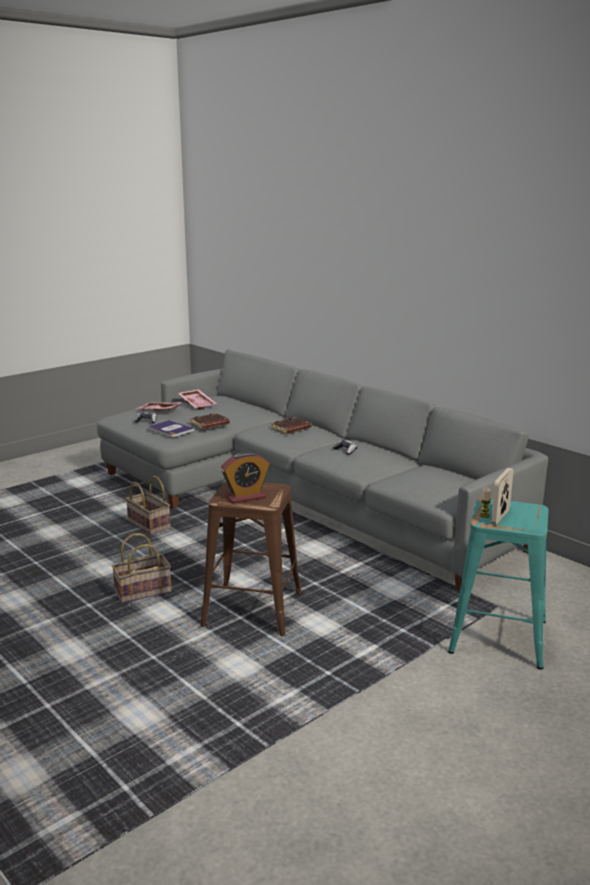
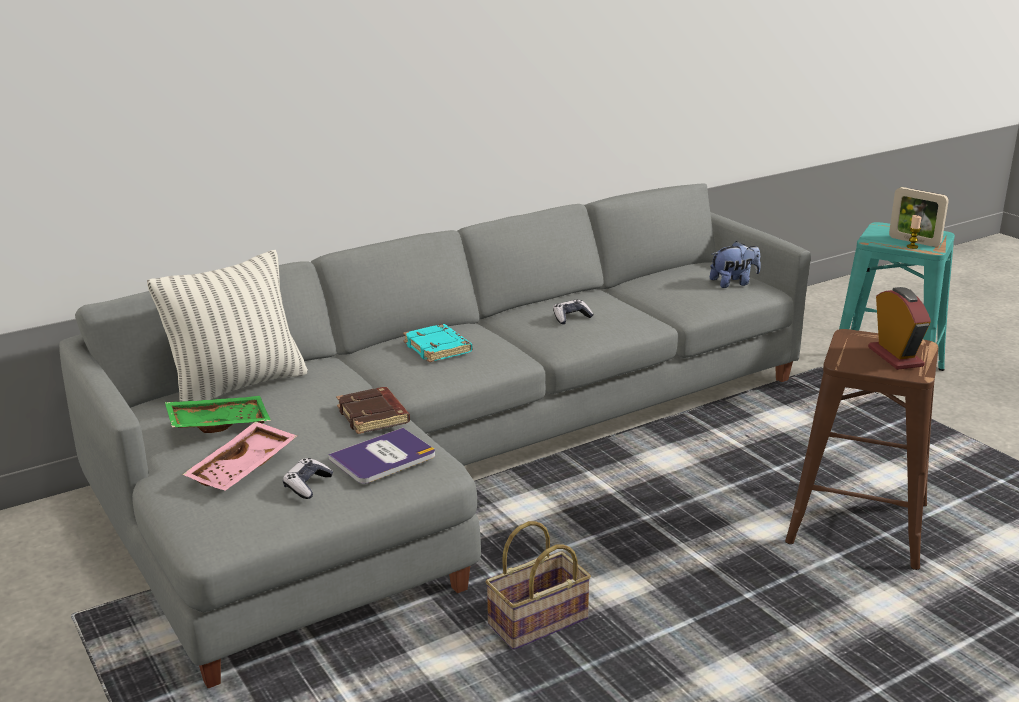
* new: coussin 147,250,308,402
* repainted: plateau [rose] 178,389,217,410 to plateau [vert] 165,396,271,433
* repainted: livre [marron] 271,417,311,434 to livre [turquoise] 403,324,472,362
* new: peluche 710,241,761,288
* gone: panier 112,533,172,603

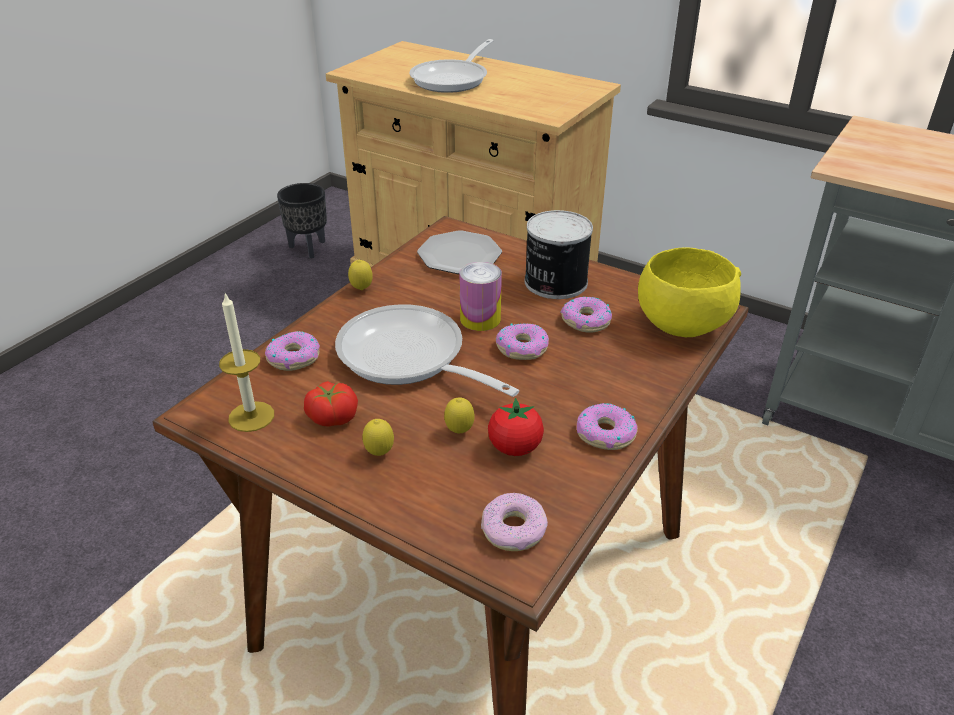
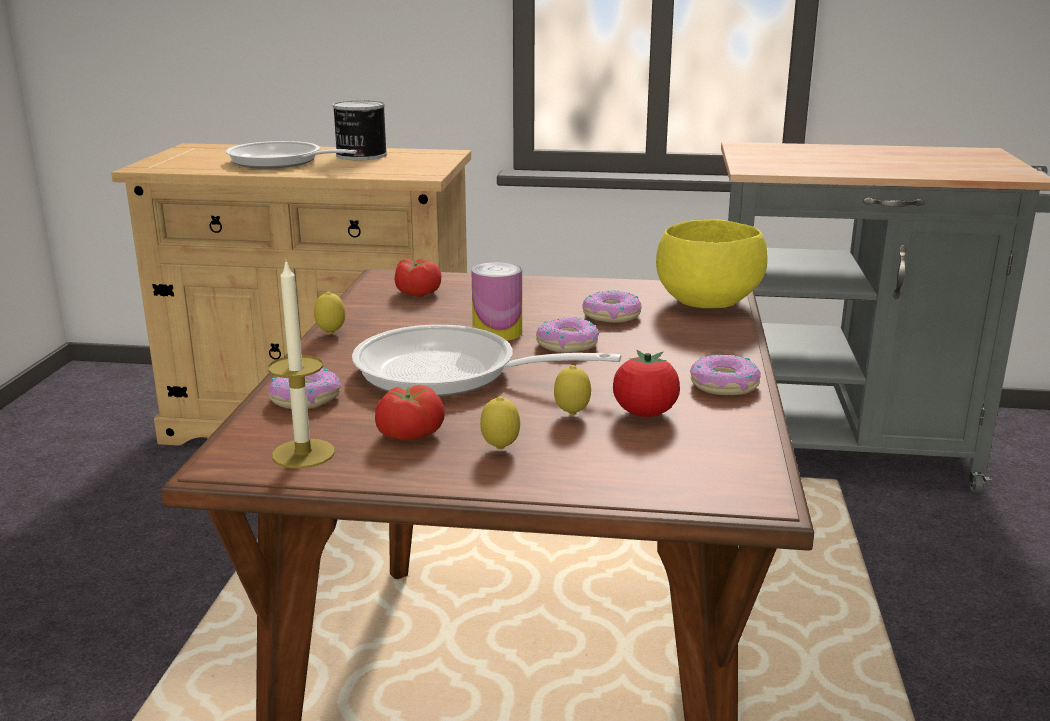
* rotated: poêle 409,39,494,93 = 225,141,357,169 120 degrees clockwise
* shifted: boîte métallique 525,210,593,299 to 333,100,387,160
* swapped: assiette 417,230,502,274 to tomate 395,259,442,297
* gone: cache-pot [noir] 277,183,327,258
* gone: beignet 481,493,548,551

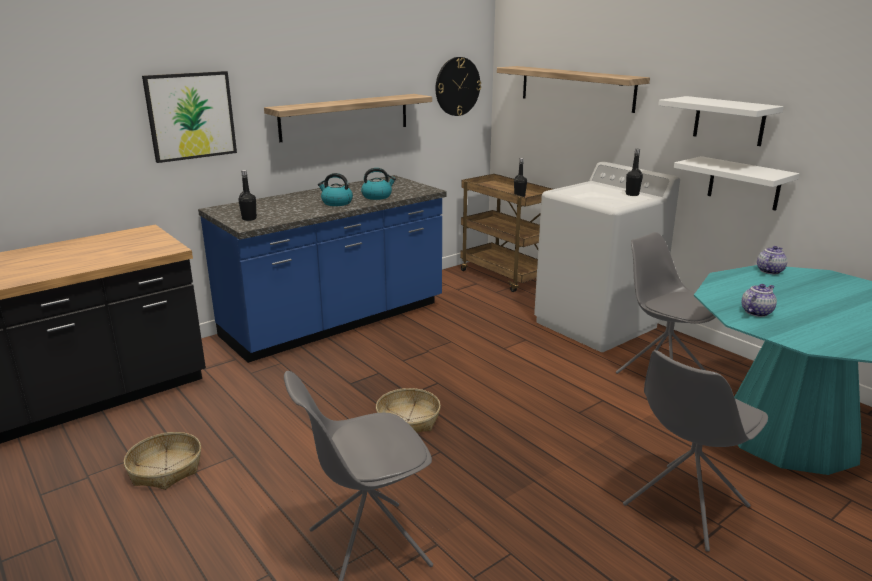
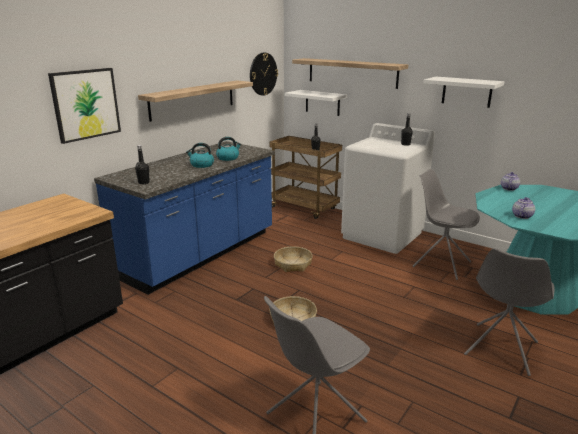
* shifted: panier 124,432,201,490 to 274,246,313,272
* shifted: étagère [blanc] 674,156,799,211 to 285,90,347,116

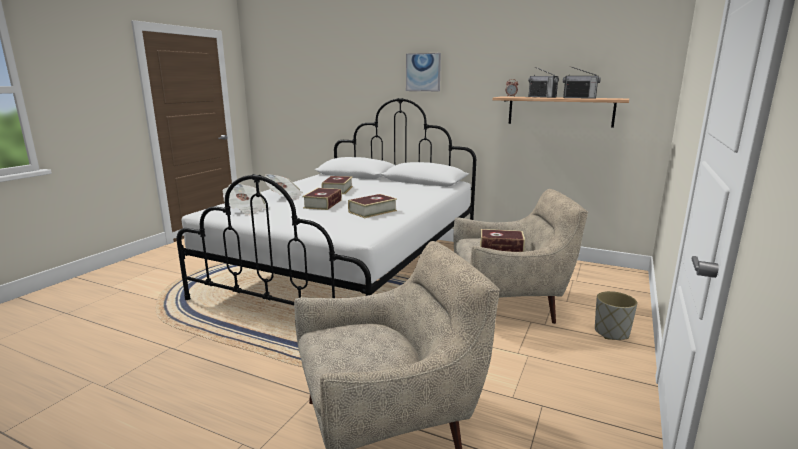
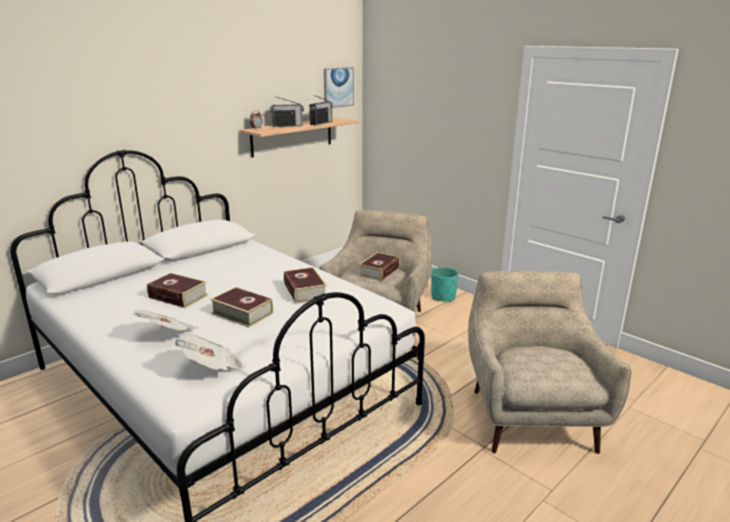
* shifted: tableau 406,53,441,91 to 324,67,354,108
* repainted: cache-pot [gris] 595,291,637,340 to cache-pot [turquoise] 431,267,459,302

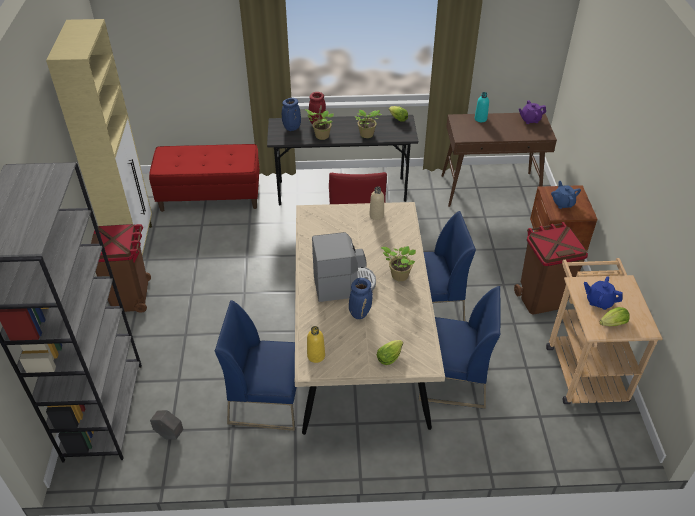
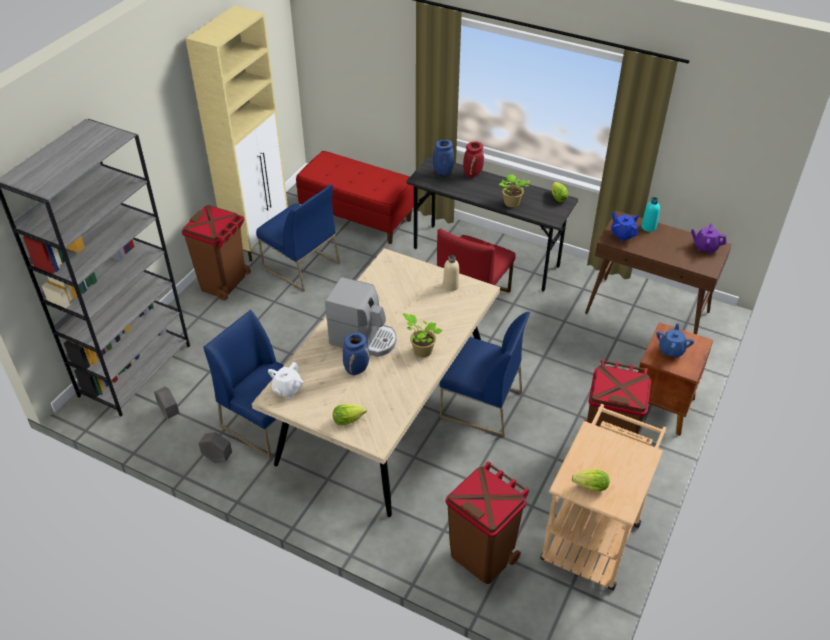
* new: cache-pot [gris] 198,432,232,463
* shifted: chaise [bleu] 418,286,500,409 to 256,184,340,291
* swapped: bouteille [jaune] 307,326,325,363 to théière [blanc] 268,362,303,398
* new: poubelle [marron] 446,462,530,584
* shifted: théière [bleu] 584,276,623,310 to 611,212,638,241
* gone: plante en pot 305,109,334,140

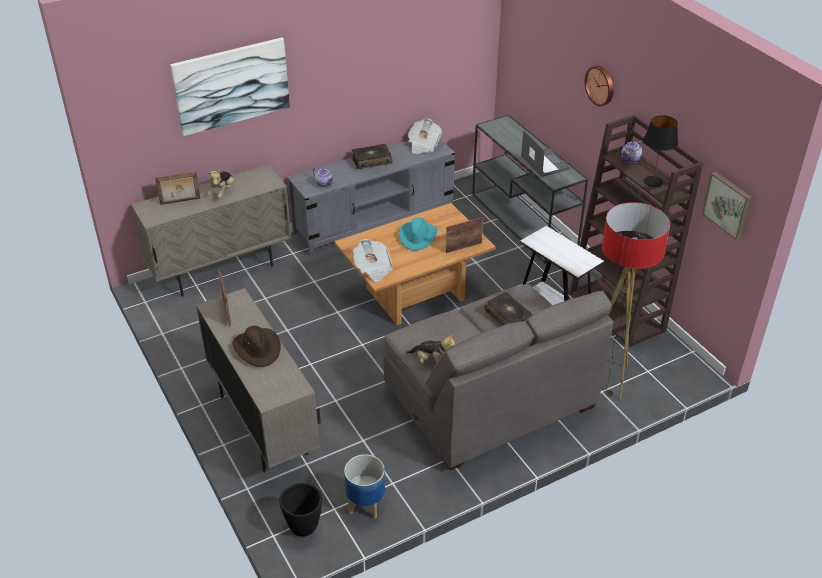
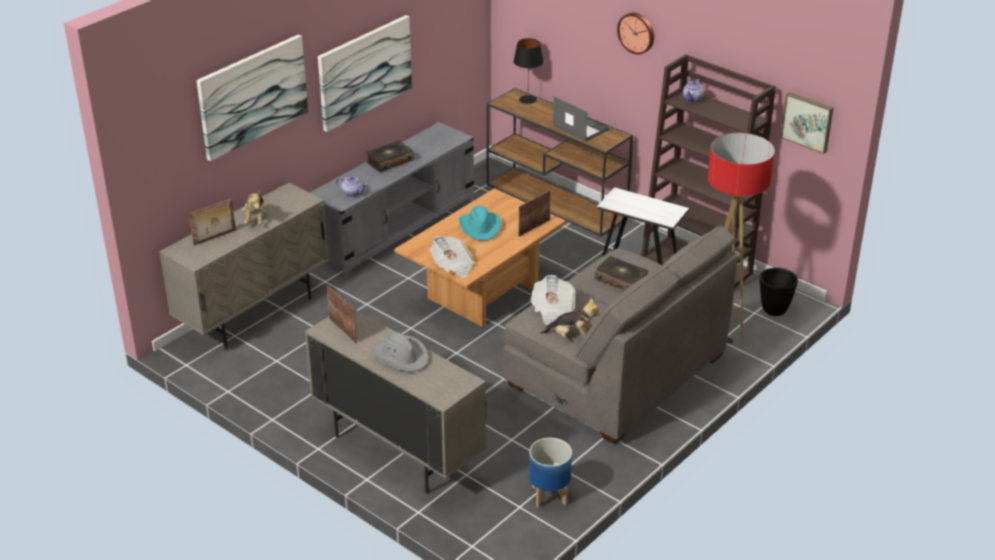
* new: tableau 318,15,412,132
* repainted: chapeau [marron] 232,326,281,367 to chapeau [gris] 372,332,429,372
* repainted: table console [gris] 472,115,588,264 to table console [marron] 486,88,633,237
* shifted: lampe de table [noir] 643,115,678,187 to 513,38,544,104
* shifted: journal 408,118,442,154 to 530,275,576,325
* shifted: cache-pot [noir] 279,483,322,537 to 759,268,798,316

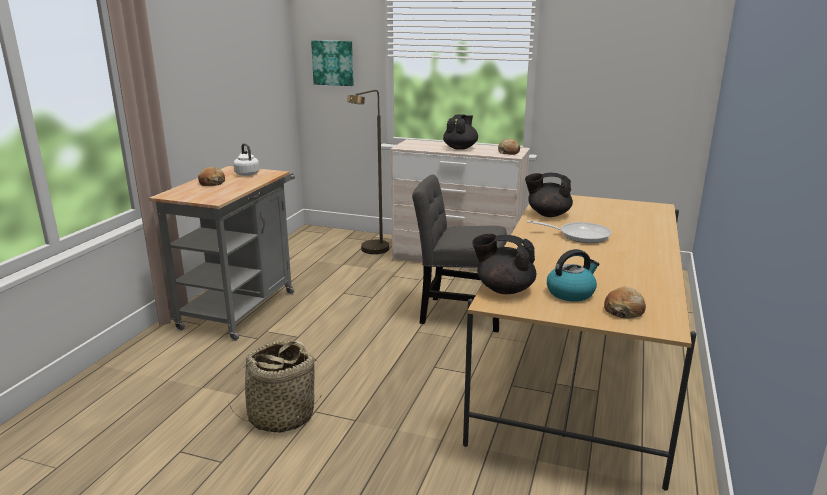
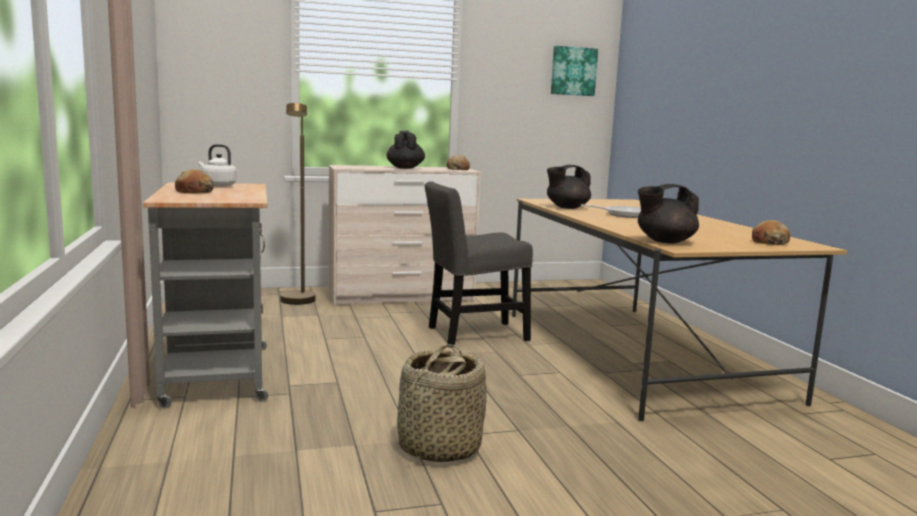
* shifted: tableau 311,40,354,86 to 551,46,598,96
* gone: bouilloire 547,249,599,302

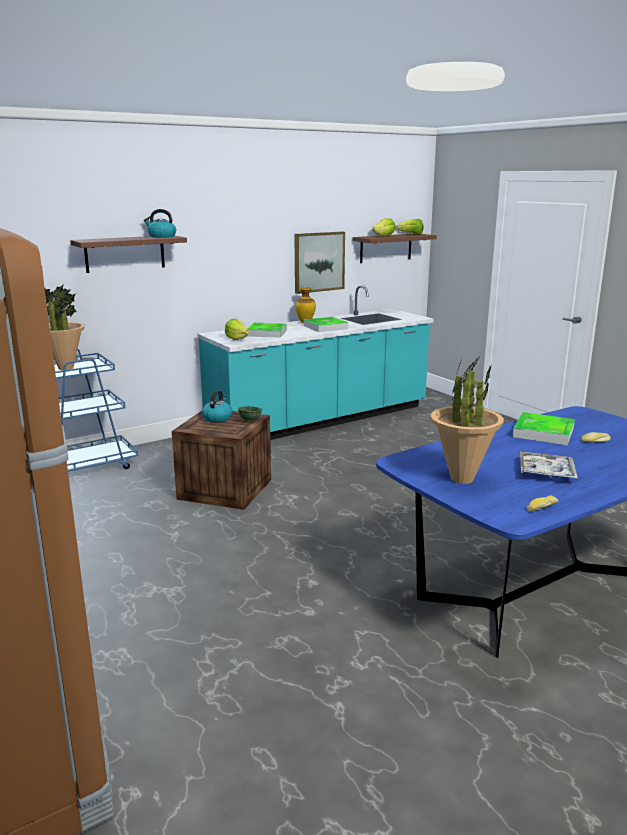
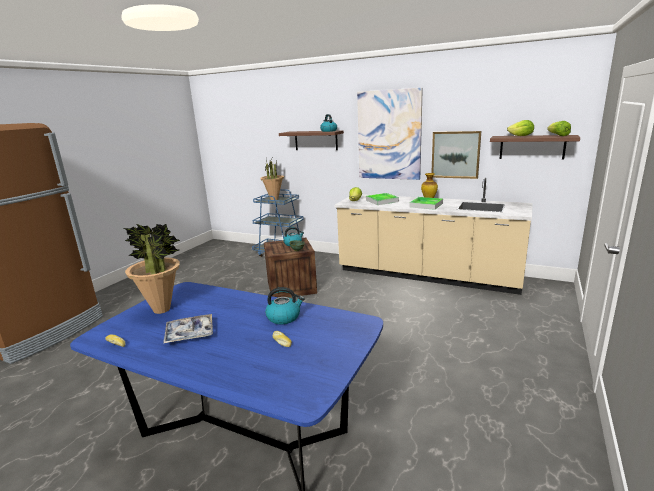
* swapped: plateau 513,412,575,445 to bouilloire 265,287,305,324
* repainted: comptoir de cuisine [turquoise] 197,285,434,440 to comptoir de cuisine [beige] 335,177,533,295
* new: tableau 357,88,423,180

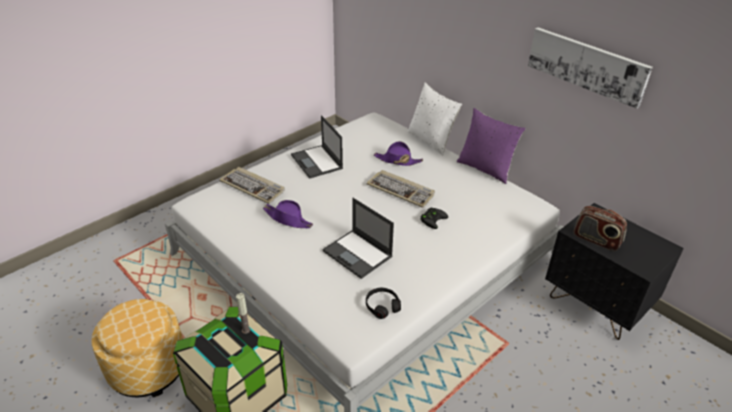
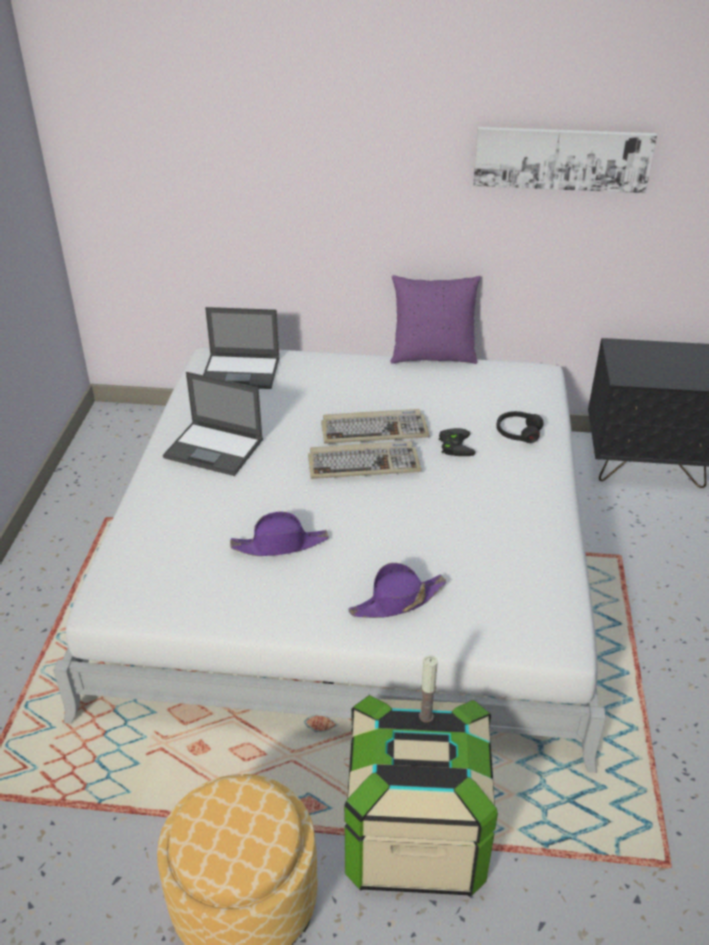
* shifted: ordinateur portable 323,198,394,279 to 203,307,280,389
* shifted: clavier 219,167,285,204 to 308,441,421,479
* shifted: chapeau [violet] 374,141,423,166 to 348,563,446,618
* shifted: casque audio [noir] 366,288,401,319 to 496,411,544,443
* gone: coussin [blanc] 408,82,462,155
* gone: radio 573,206,627,251

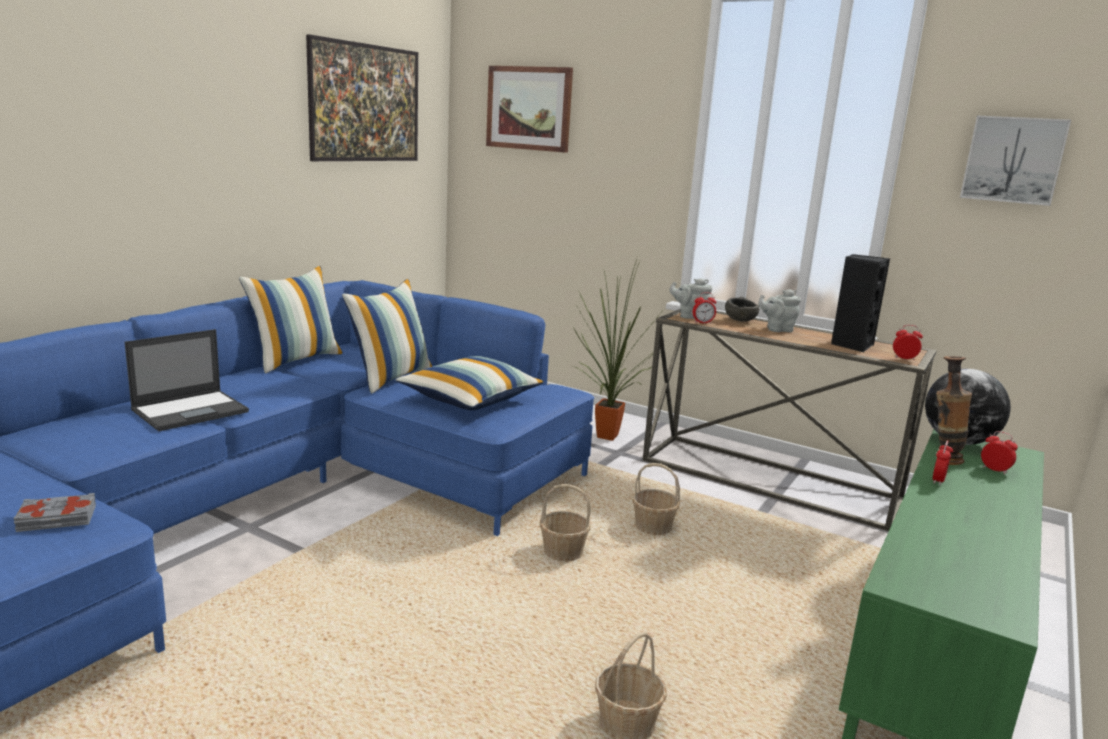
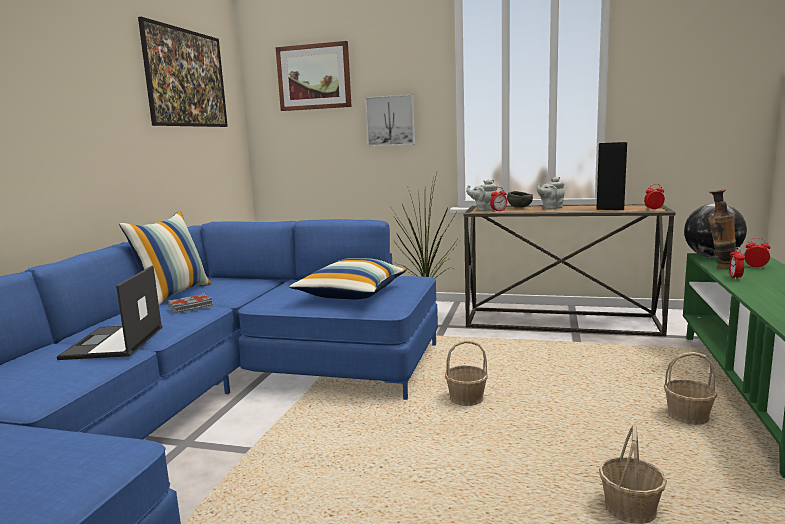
* rotated: ordinateur portable 125,329,249,431 = 57,265,162,360 150 degrees clockwise
* shifted: livre [gris] 14,493,96,532 to 168,293,213,314
* shifted: tableau 960,116,1071,206 to 365,94,415,146
* shifted: panier 632,463,680,535 to 664,352,717,425
* gone: coussin 342,279,432,394

